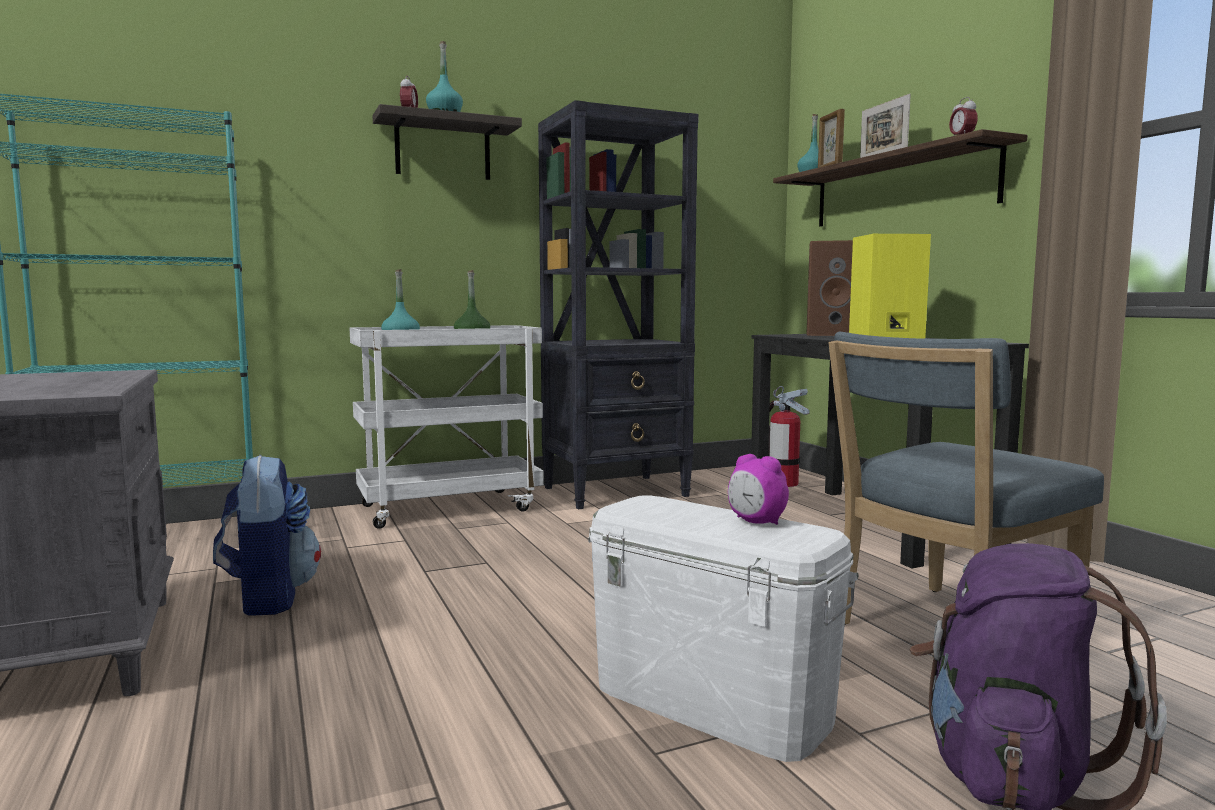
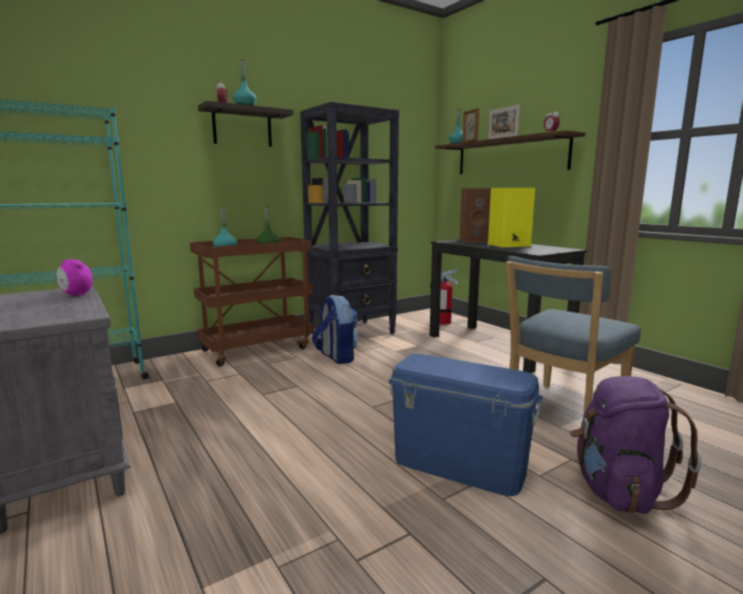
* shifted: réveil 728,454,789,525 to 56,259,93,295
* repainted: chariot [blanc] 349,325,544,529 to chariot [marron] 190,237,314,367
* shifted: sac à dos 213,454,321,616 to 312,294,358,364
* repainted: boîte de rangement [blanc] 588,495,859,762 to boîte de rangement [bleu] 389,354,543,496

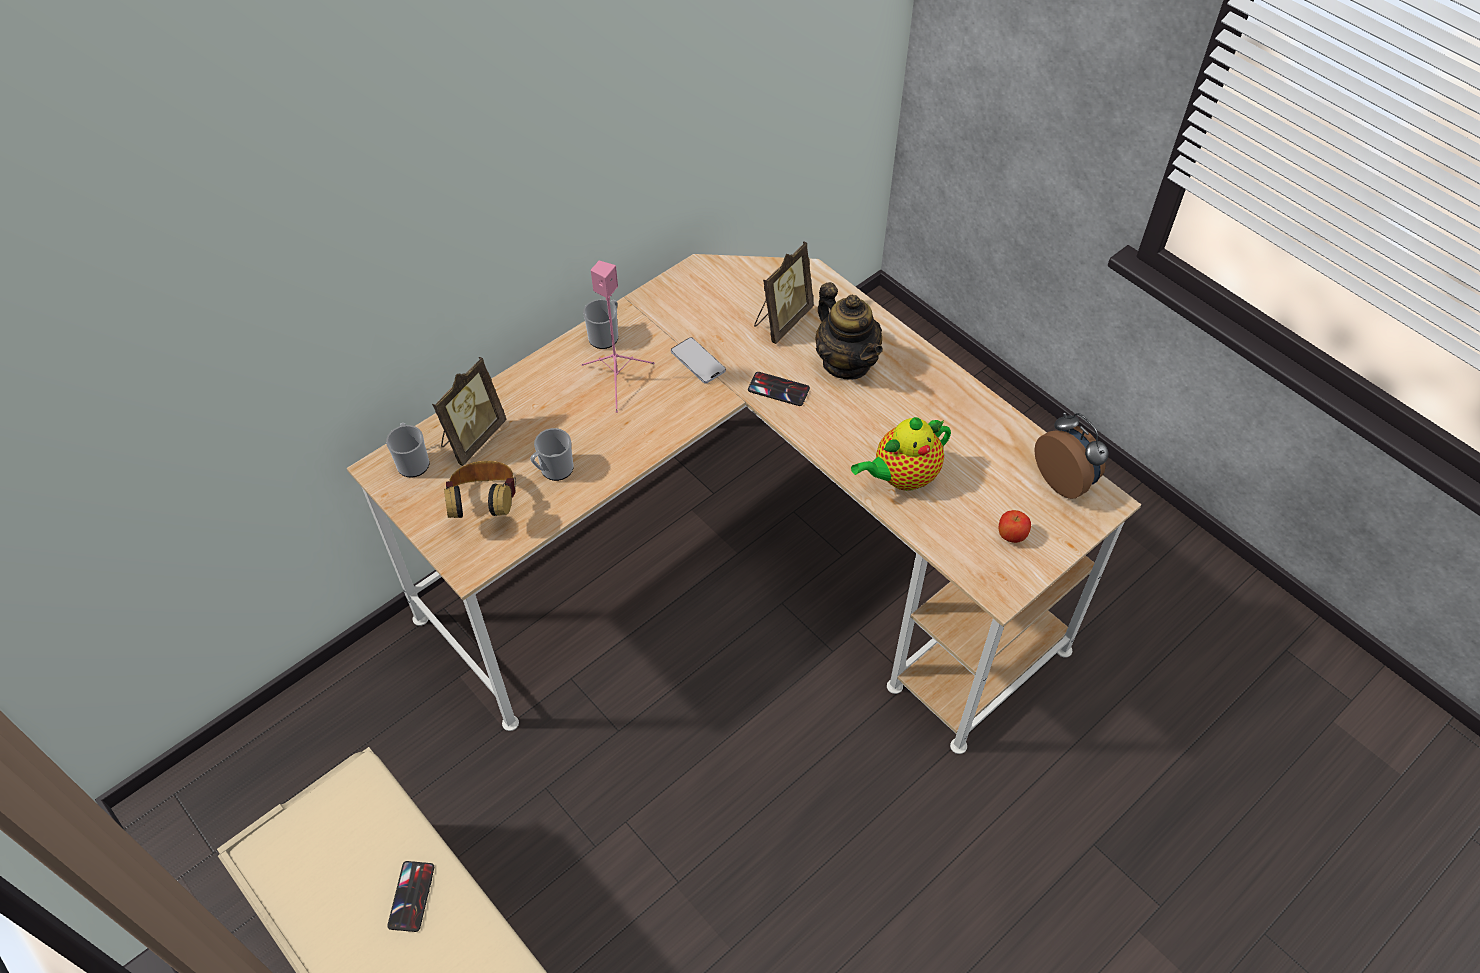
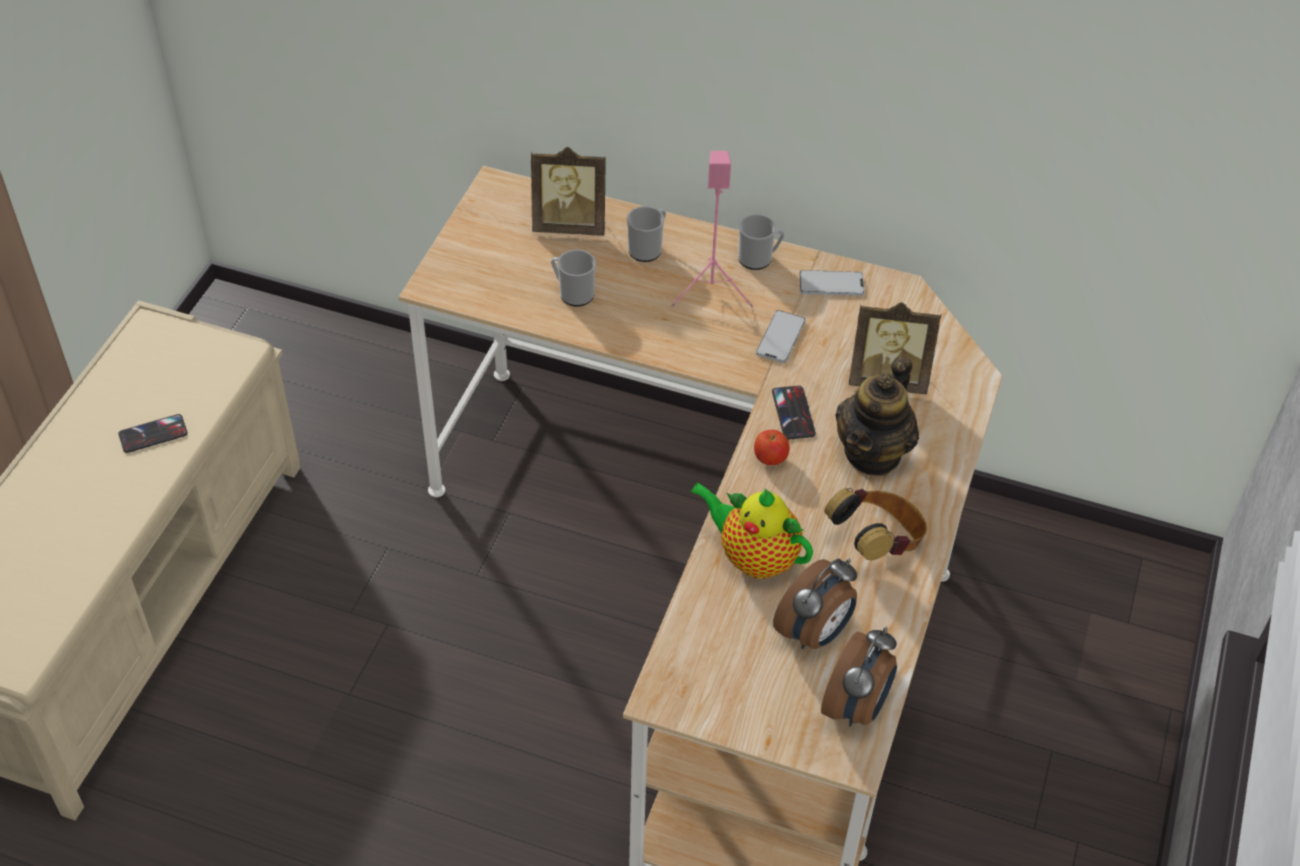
* shifted: mug 386,423,429,478 to 627,206,666,262
* shifted: pomme 999,510,1031,543 to 754,430,790,465
* new: réveil 773,558,857,649
* new: téléphone 799,270,864,296
* shifted: casque audio 444,461,516,518 to 824,488,927,560

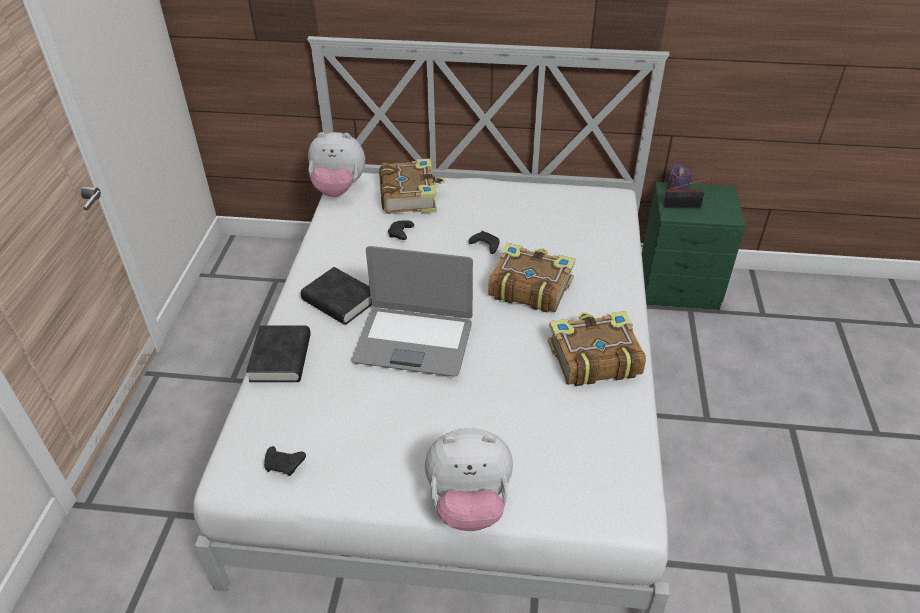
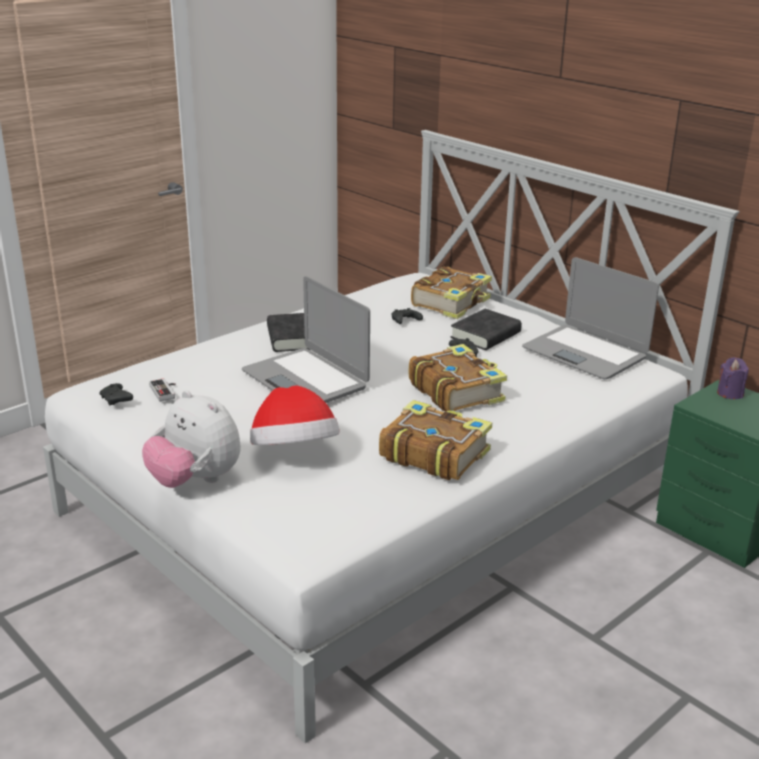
* new: manette 149,378,176,402
* new: chapeau 250,386,340,445
* shifted: livre [noir] 246,325,311,382 to 450,309,522,350
* new: ordinateur portable 522,257,659,379
* gone: peluche 308,132,365,197
* gone: radio 663,178,711,208

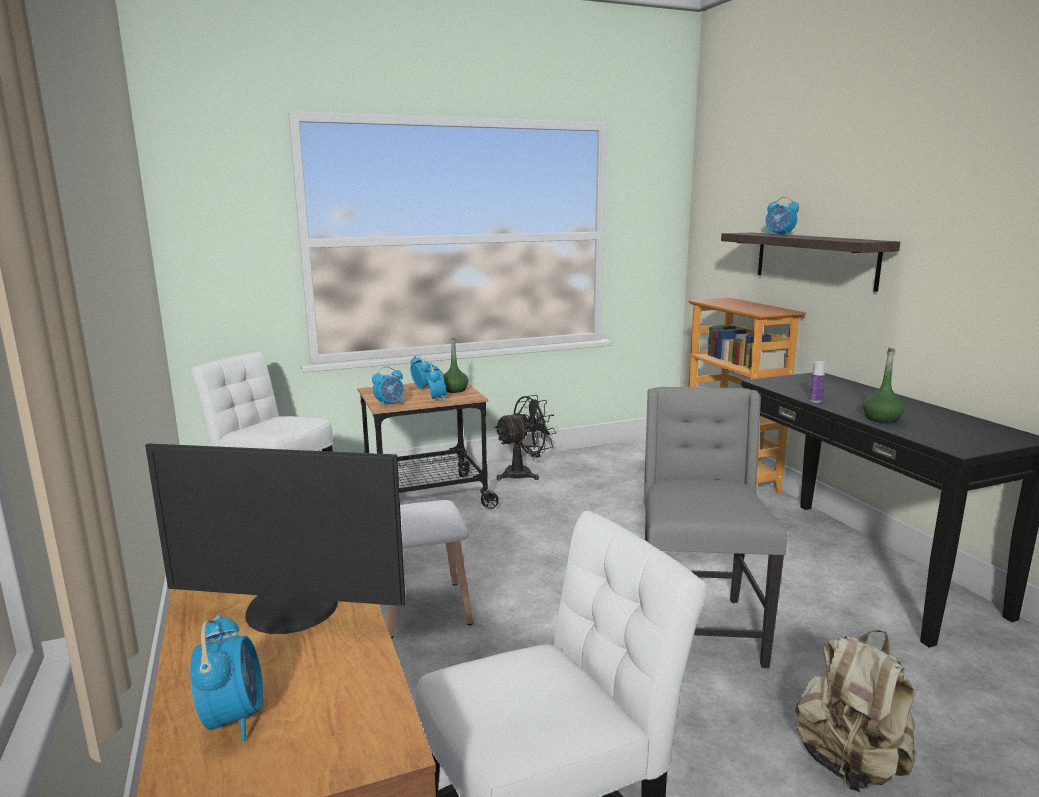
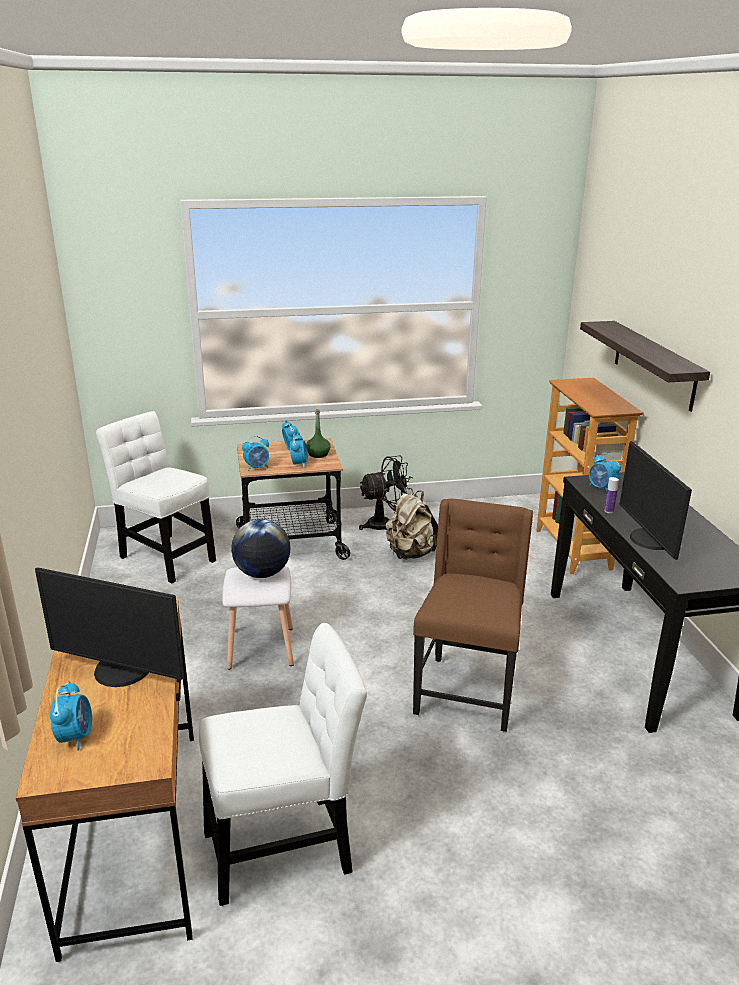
* new: globe 231,519,291,578
* shifted: sac à dos [beige] 795,630,917,792 to 385,491,438,559
* repainted: chaise [gris] 643,387,787,668 to chaise [marron] 413,499,533,732
* shifted: réveil 765,197,799,236 to 589,453,621,492
* swapped: bouteille [vert] 863,348,905,423 to écran d'ordinateur 620,441,692,560

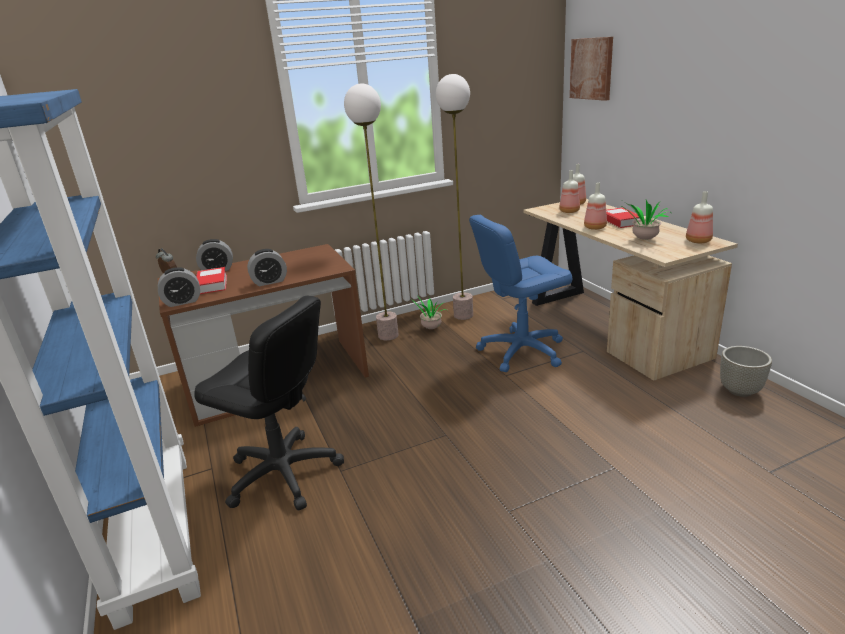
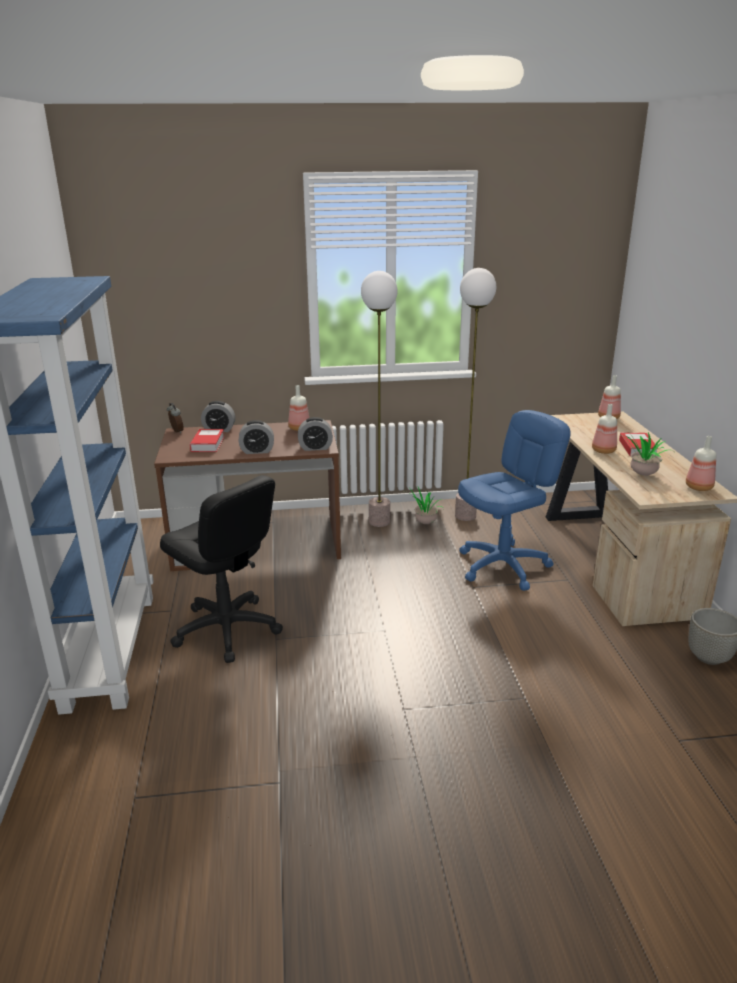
* shifted: bouteille 559,170,580,213 to 288,385,309,431
* shifted: réveil 158,267,200,307 to 298,417,333,451
* rotated: chaise de bureau [bleu] 469,215,572,372 = 458,410,571,591 150 degrees clockwise
* gone: tableau 570,37,613,101

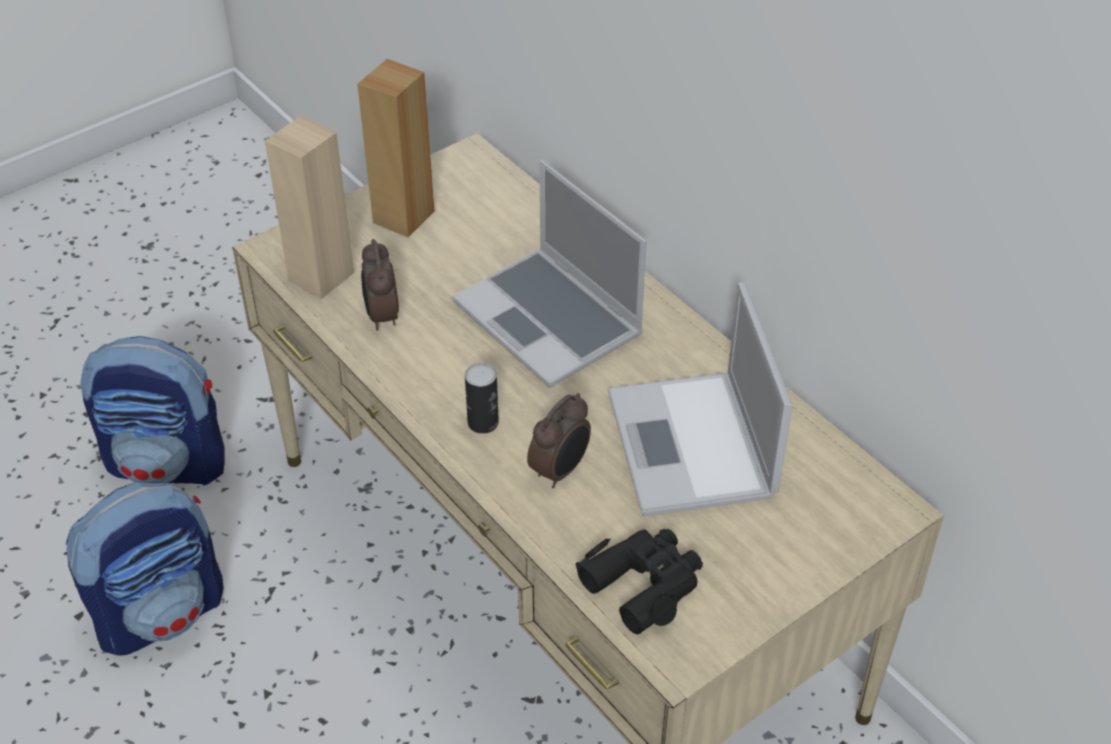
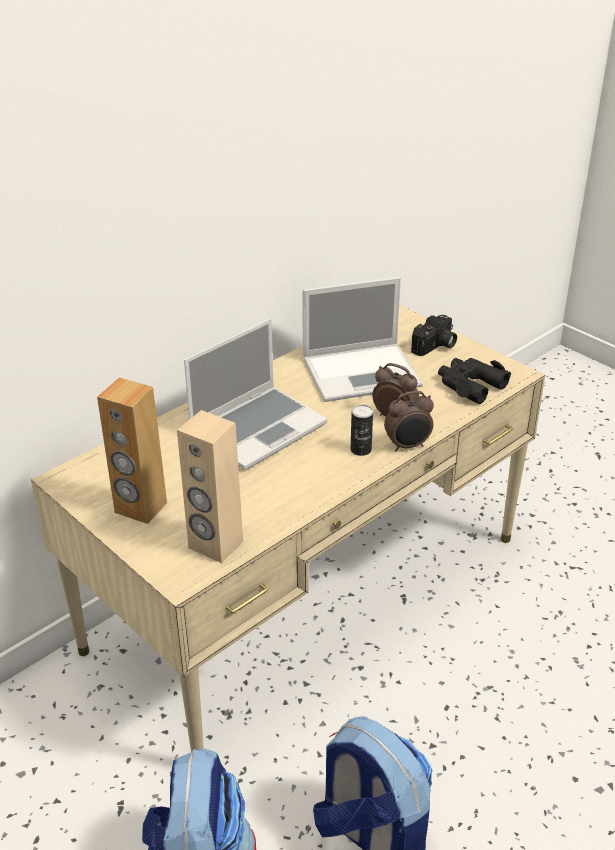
* shifted: réveil 361,239,399,331 to 384,391,434,452
* new: appareil photo 411,315,457,356

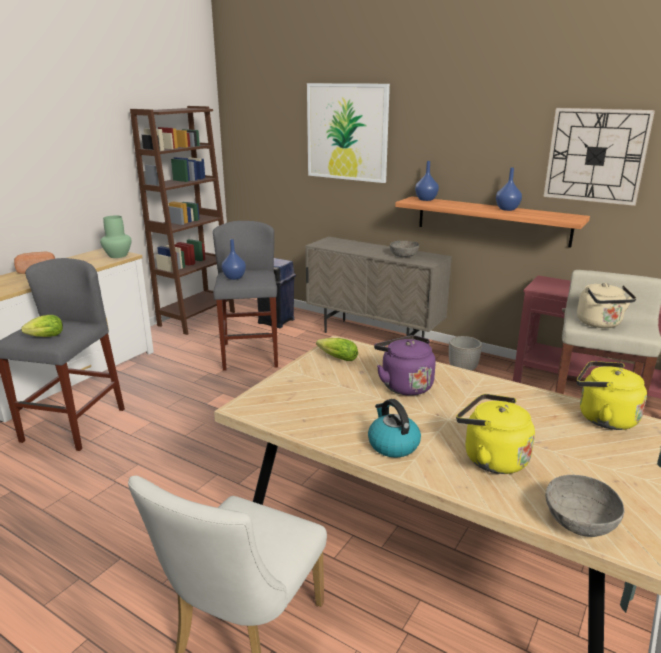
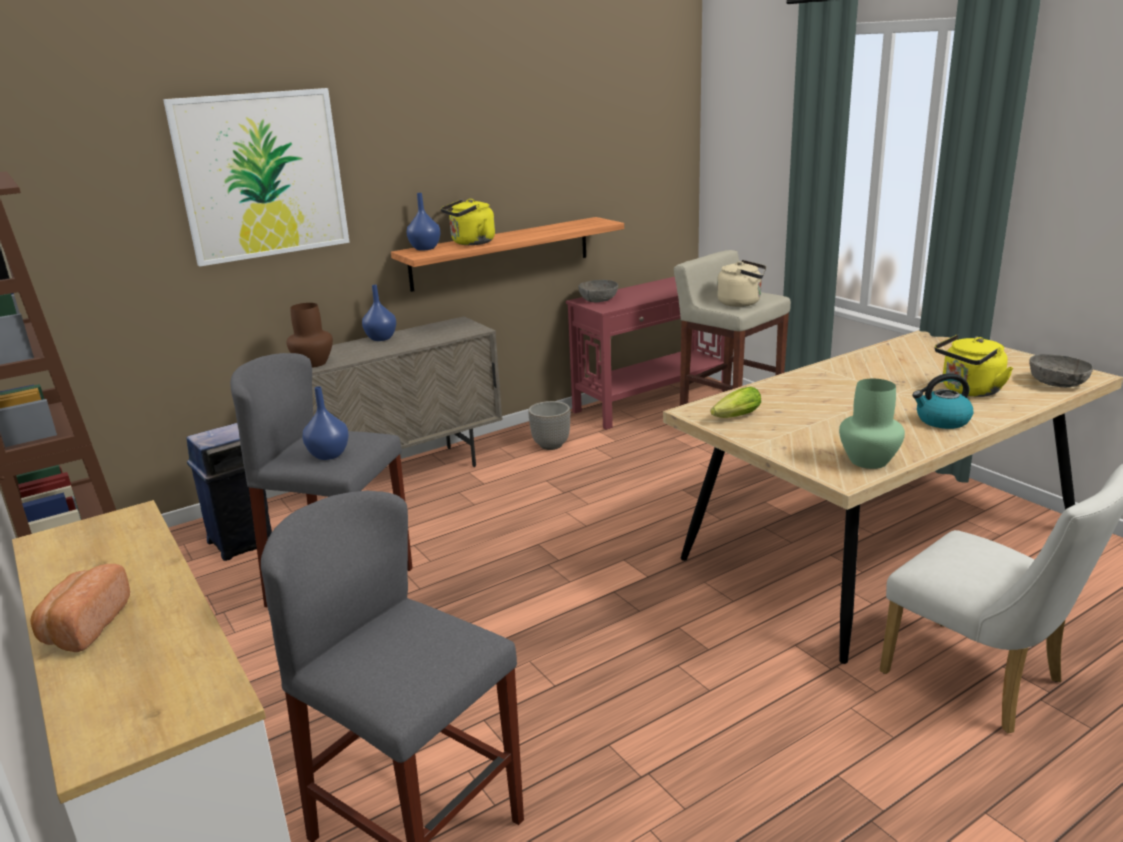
* new: vase [marron] 286,303,333,368
* shifted: vase [bleu] 496,168,522,211 to 362,285,396,341
* shifted: bouilloire [jaune] 577,361,647,430 to 441,199,495,245
* shifted: bol [gris] 390,241,419,257 to 578,280,618,302
* shifted: vase [vert] 100,216,131,258 to 839,379,905,469
* gone: laitue 21,315,63,337
* gone: bouilloire [violet] 374,335,436,396
* gone: horloge murale 544,108,655,206

